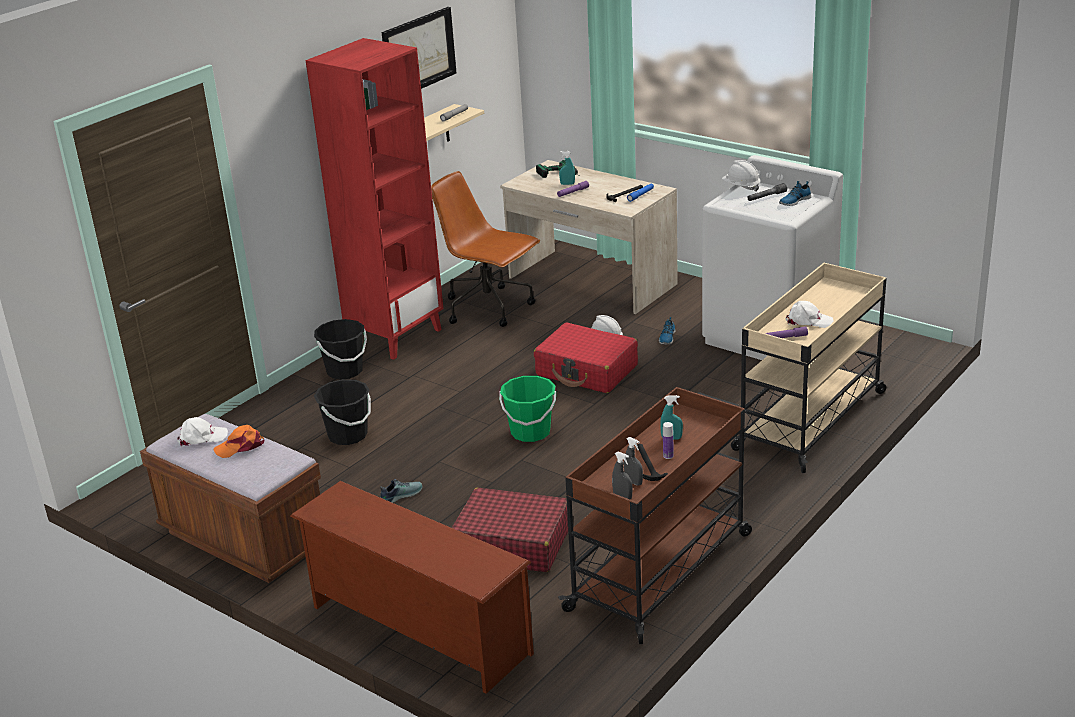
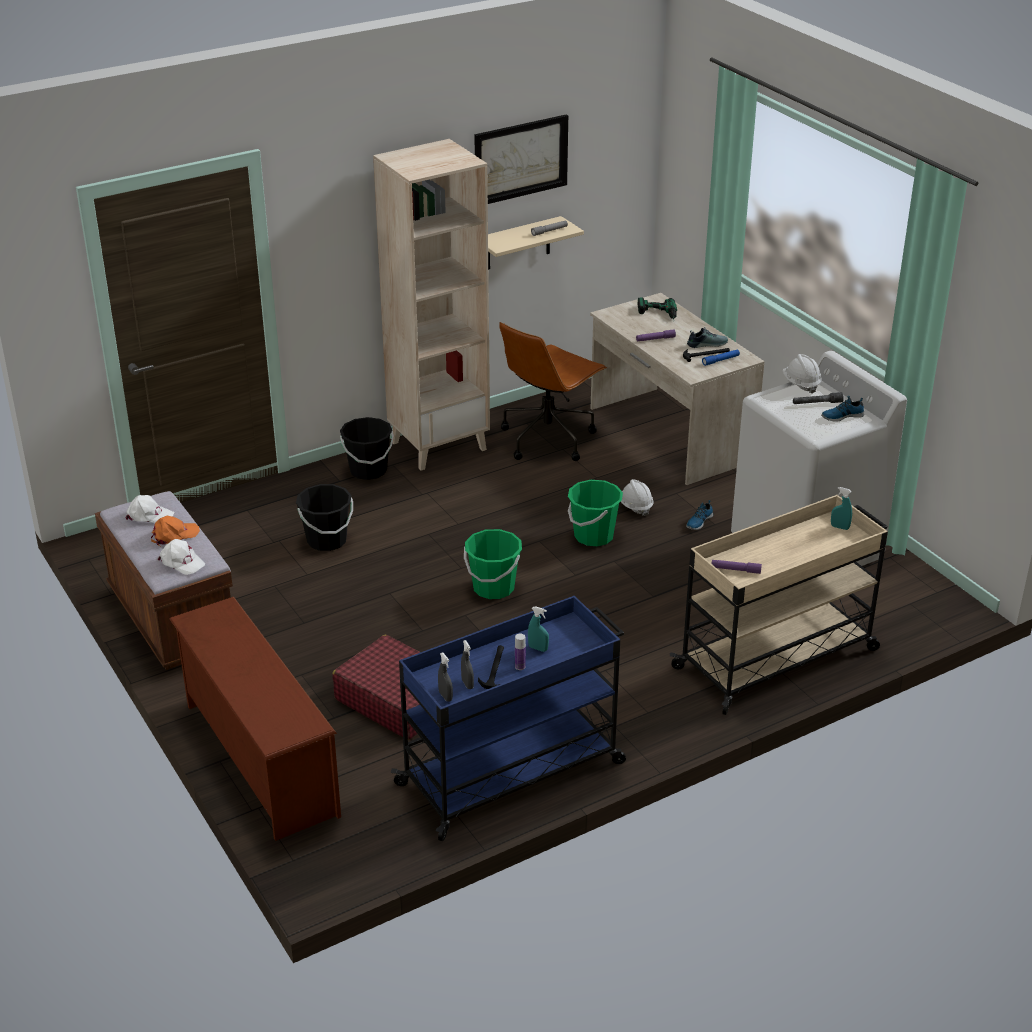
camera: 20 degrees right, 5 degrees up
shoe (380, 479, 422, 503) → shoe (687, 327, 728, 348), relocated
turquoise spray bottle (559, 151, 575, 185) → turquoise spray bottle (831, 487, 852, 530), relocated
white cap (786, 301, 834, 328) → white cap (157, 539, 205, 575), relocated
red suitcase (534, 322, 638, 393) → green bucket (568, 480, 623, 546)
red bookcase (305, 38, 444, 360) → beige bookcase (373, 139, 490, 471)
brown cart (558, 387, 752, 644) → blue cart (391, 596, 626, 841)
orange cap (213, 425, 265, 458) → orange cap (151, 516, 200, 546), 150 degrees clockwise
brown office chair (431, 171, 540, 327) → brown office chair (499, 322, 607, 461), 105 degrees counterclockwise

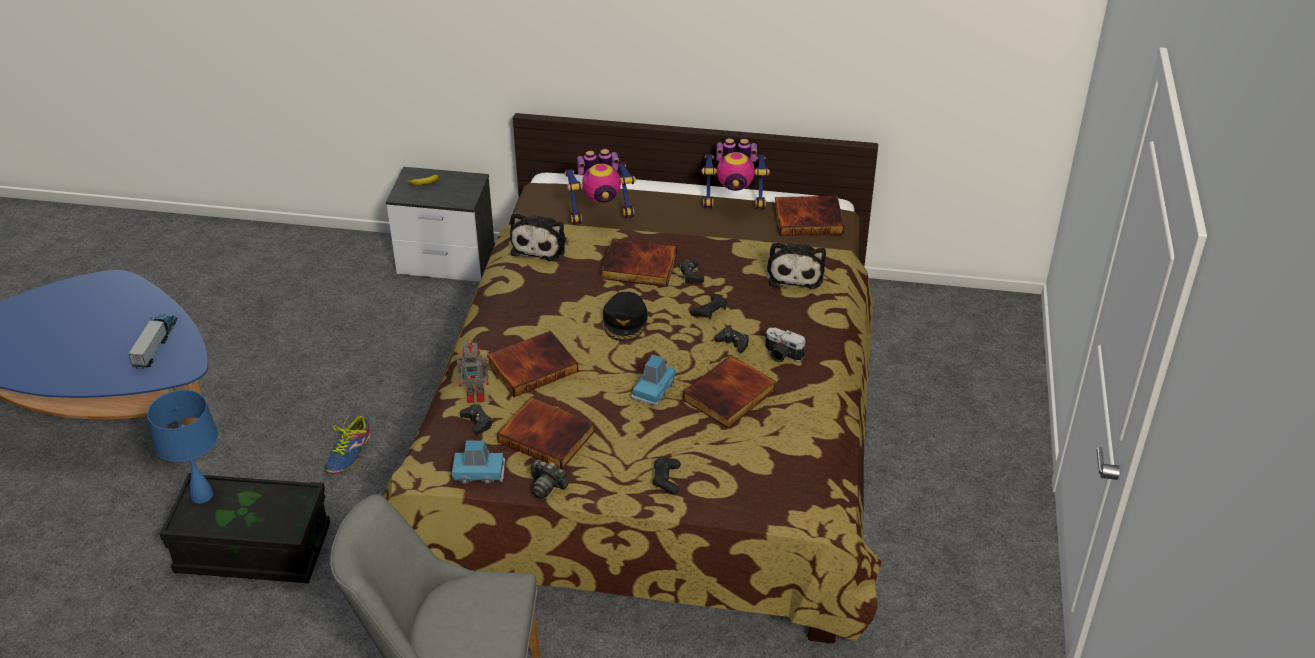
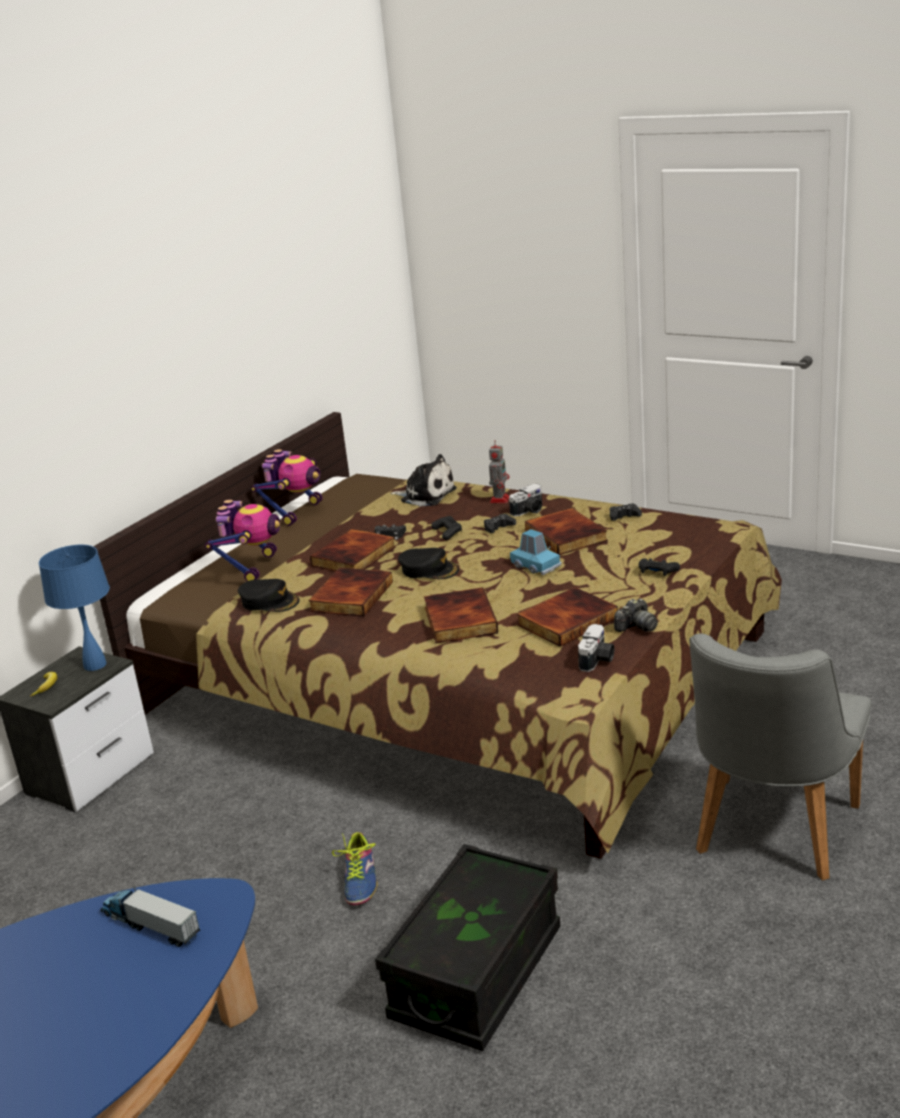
camera: 65 degrees left, 15 degrees down
blue table lamp (147, 390, 218, 504) → blue table lamp (39, 545, 110, 671), relocated
toy robot (457, 339, 491, 403) → toy robot (489, 440, 509, 503), relocated
black game controller (460, 404, 493, 435) → black game controller (610, 503, 642, 521), relocated
book (774, 196, 844, 236) → book (308, 568, 393, 616), relocated
blue toy car (452, 441, 505, 484) → photo camera (578, 624, 615, 672)
plush toy (510, 213, 567, 261) → black cap (238, 579, 299, 612)
shoe (325, 413, 371, 474) → shoe (332, 832, 378, 906), 45 degrees clockwise

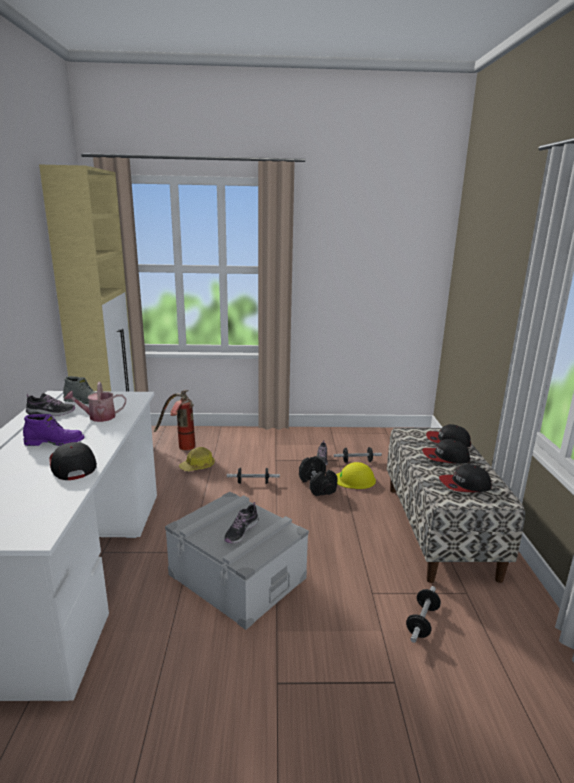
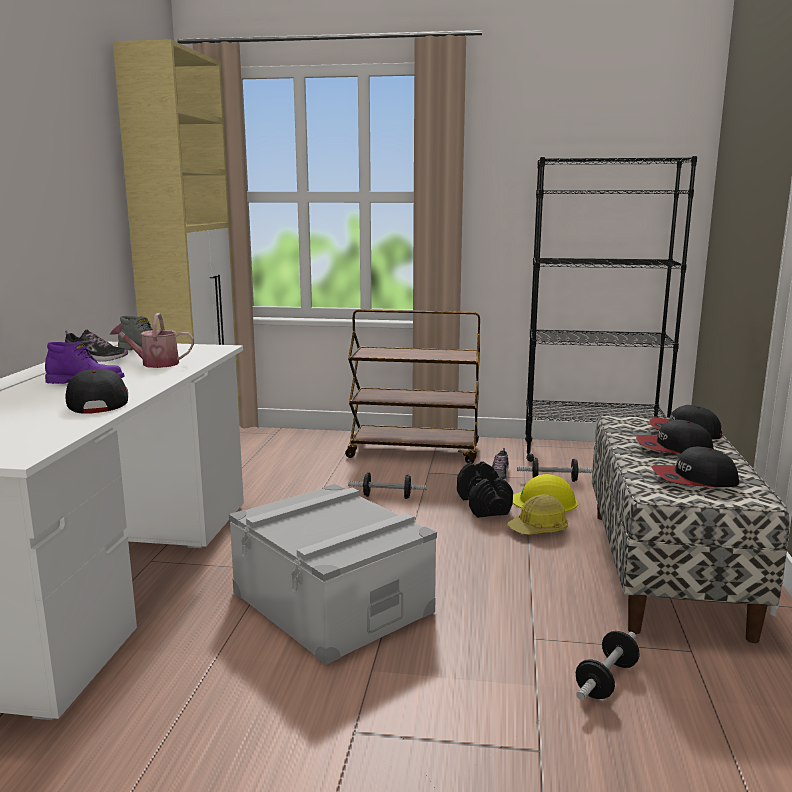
camera: 10 degrees right, 5 degrees down
fire extinguisher (154, 390, 195, 450) → -
shoe (224, 502, 259, 543) → -
- → brown cart (345, 309, 480, 463)
- → black bookcase (525, 156, 697, 462)
hard hat (179, 447, 215, 472) → hard hat (507, 494, 568, 535), relocated

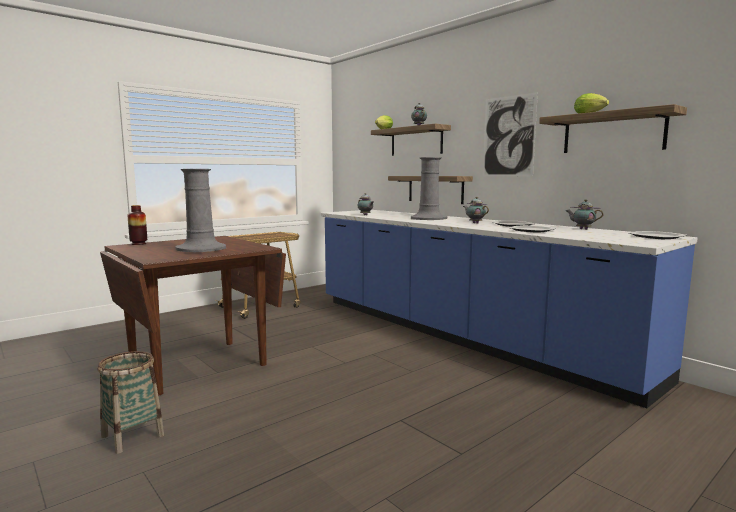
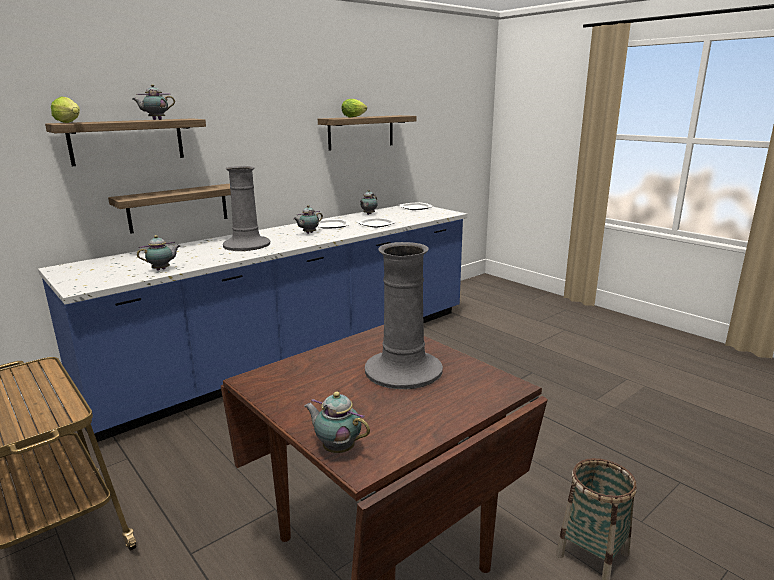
camera: 90 degrees left, 10 degrees up
picture (483, 92, 538, 176) → -
vase (128, 205, 147, 245) → teapot (304, 392, 370, 453)

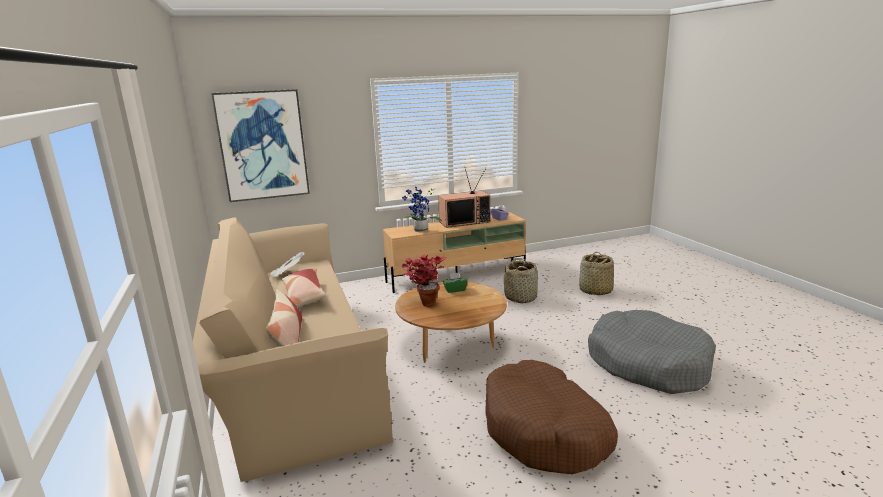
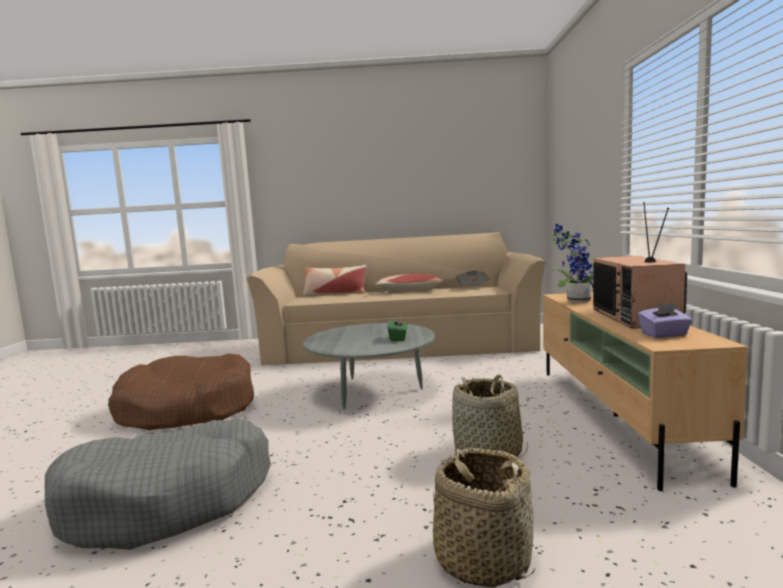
camera: 110 degrees right, 10 degrees down
picture (211, 89, 310, 202) → -
potted plant (402, 255, 446, 307) → -
brown coffee table (395, 282, 507, 363) → grey coffee table (303, 323, 435, 410)

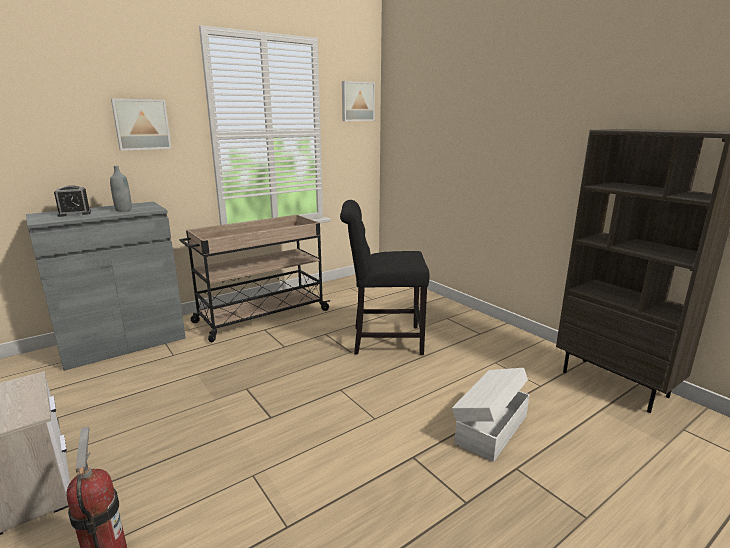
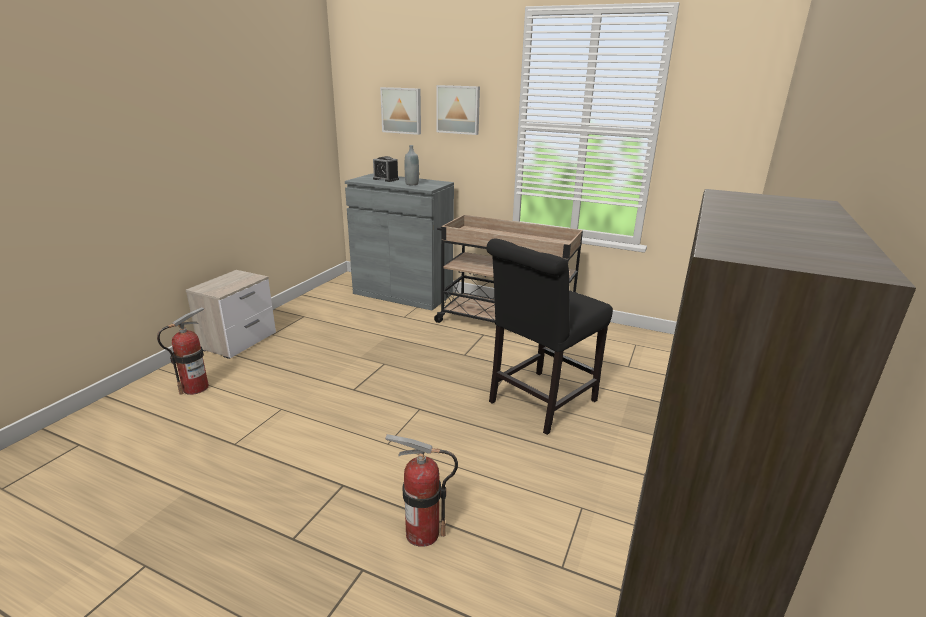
camera: 60 degrees right, 5 degrees up
picture (342, 81, 375, 121) → picture (380, 87, 421, 135), relocated
white storage box (452, 368, 529, 462) → fire extinguisher (385, 434, 458, 547)
black chair (340, 200, 430, 355) → black chair (486, 238, 613, 435), 105 degrees counterclockwise

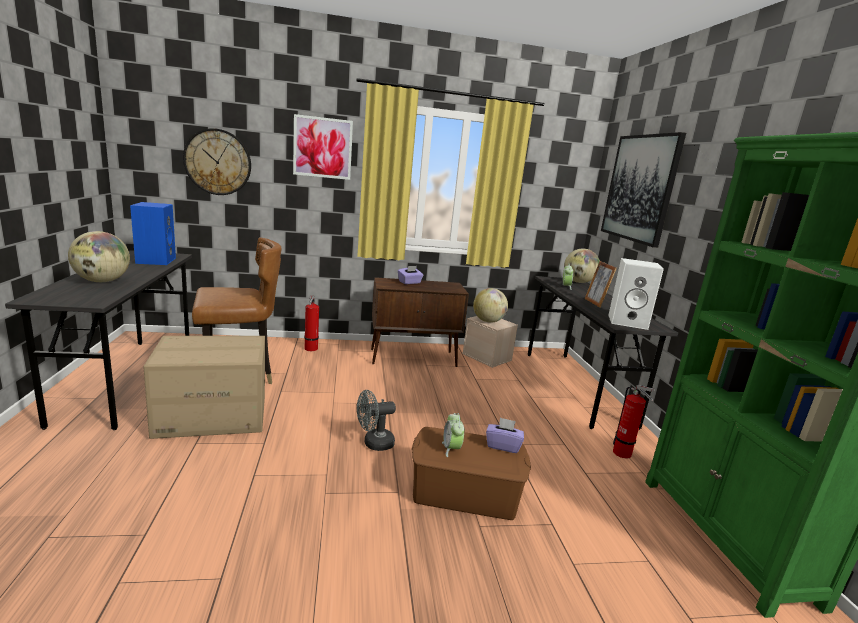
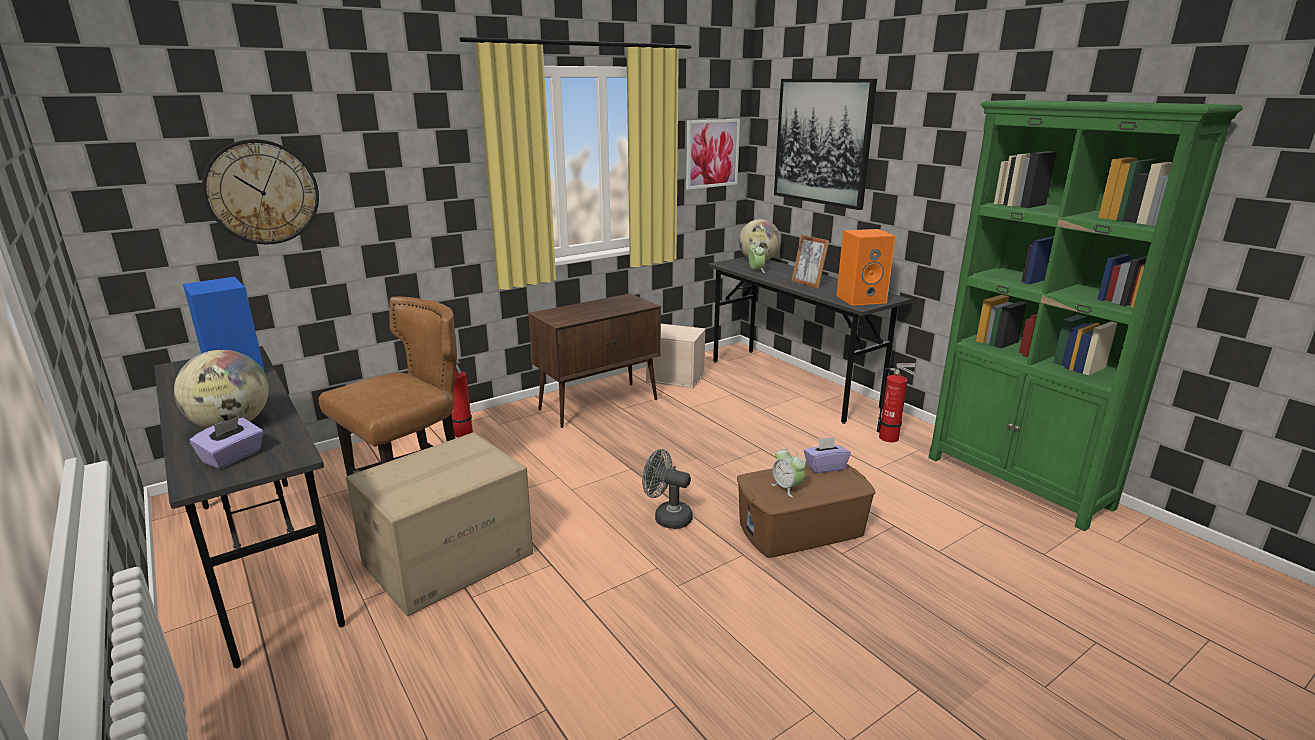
camera: 25 degrees left, 5 degrees up
globe (473, 288, 508, 323) → -
picture (293, 114, 353, 180) → picture (686, 119, 740, 190), relocated
purple tissue box (398, 266, 424, 284) → purple tissue box (190, 416, 263, 469), relocated
white speaker (608, 258, 664, 330) → orange speaker (837, 229, 895, 306)
grey fan (357, 390, 396, 451) → grey fan (642, 449, 693, 529), 75 degrees clockwise

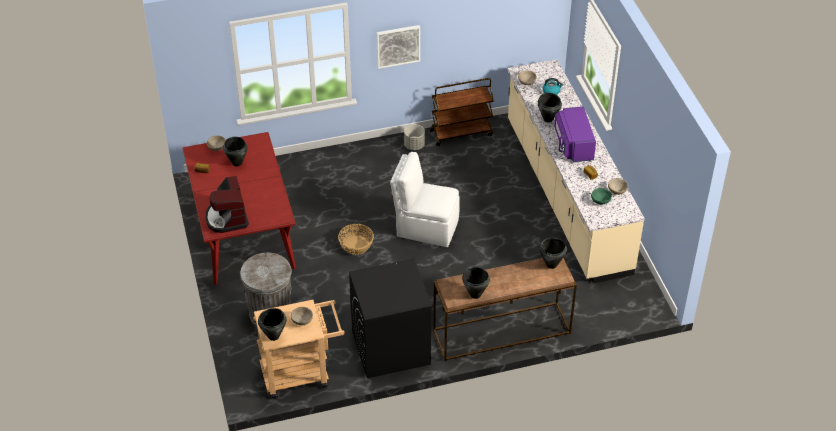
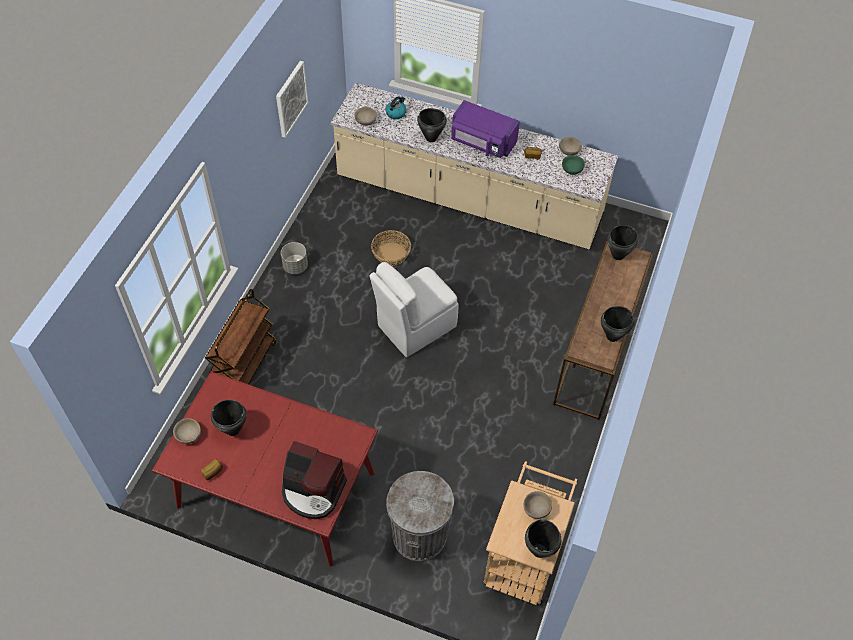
camera: 55 degrees left, 10 degrees up
black washing machine (349, 259, 432, 378) → -
basket (338, 224, 374, 255) → basket (371, 230, 411, 266), relocated
picture (377, 25, 420, 69) → picture (276, 61, 308, 138), relocated
brown cart (430, 78, 494, 146) → brown cart (205, 289, 276, 384), relocated

